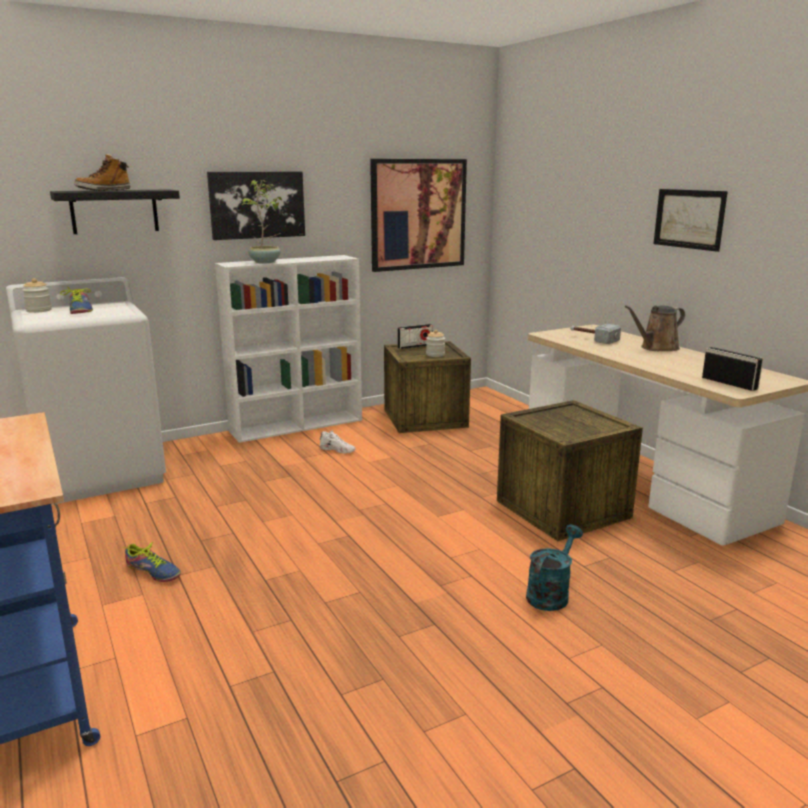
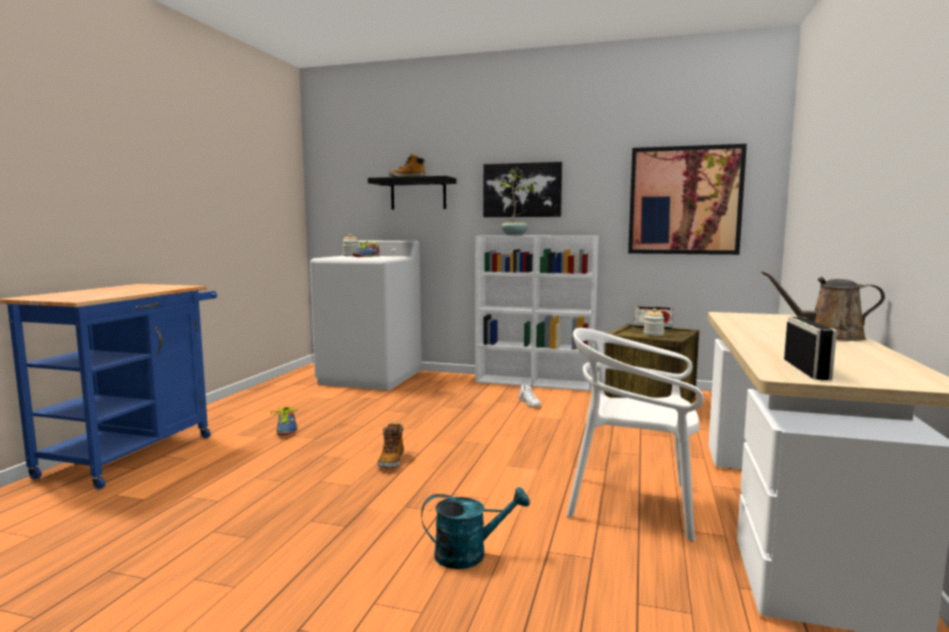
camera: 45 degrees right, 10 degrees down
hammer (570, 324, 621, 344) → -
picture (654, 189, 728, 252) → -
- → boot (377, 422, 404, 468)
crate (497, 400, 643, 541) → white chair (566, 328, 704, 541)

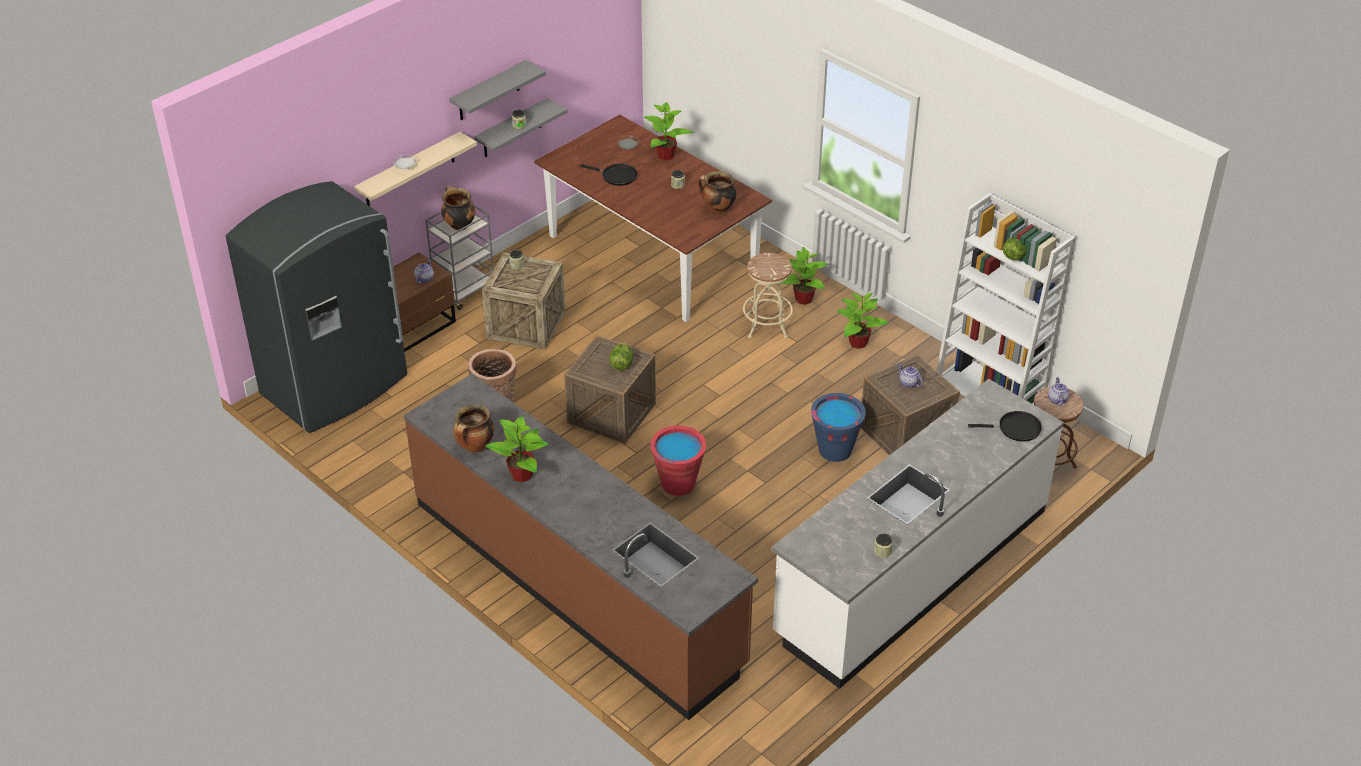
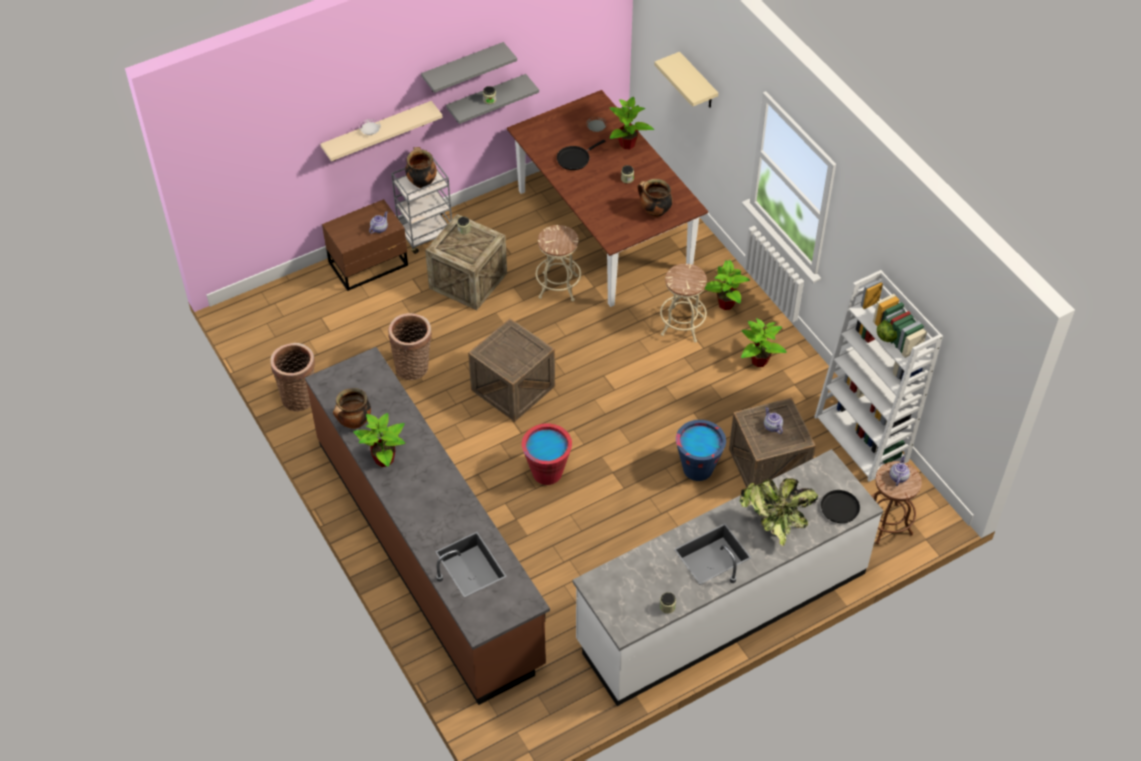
camera: 15 degrees right, 10 degrees up
grey fridge (226, 181, 407, 433) → -
lettuce (609, 343, 633, 370) → -
- → basket (270, 343, 315, 412)
- → beige stool (536, 225, 581, 302)
- → beige shelf (654, 52, 718, 108)
- → potted plant (740, 478, 818, 546)
black frying pan (580, 164, 637, 186) → black frying pan (557, 140, 605, 170), 105 degrees clockwise

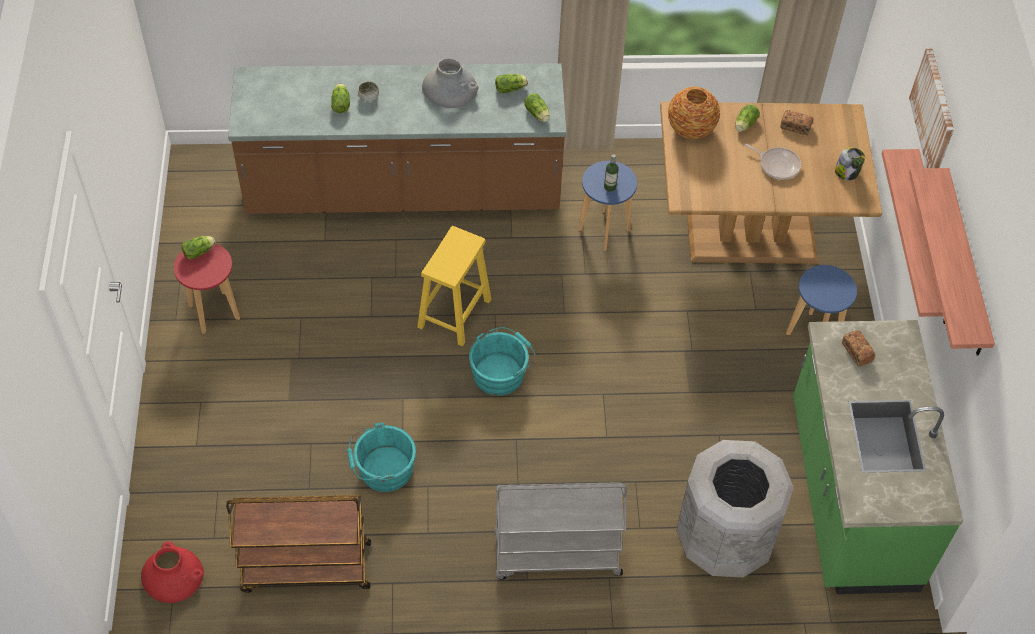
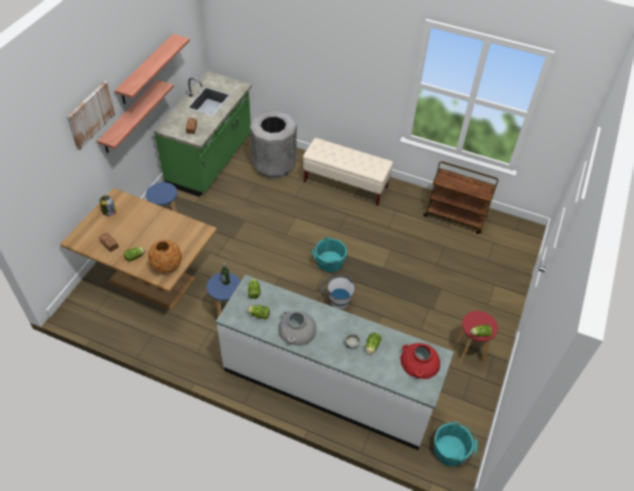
camera: 155 degrees left, 5 degrees down
frying pan (745, 144, 801, 180) → -
red vase (141, 541, 204, 603) → red vase (400, 343, 440, 379), relocated
turquoise bucket (347, 422, 416, 492) → turquoise bucket (434, 421, 478, 466), relocated
yellow stool (417, 226, 492, 346) → white bucket (320, 275, 356, 309)
grey cart (494, 482, 627, 579) → beige bench (303, 138, 393, 206)
brown counter (228, 63, 567, 214) → white counter (216, 275, 454, 450)

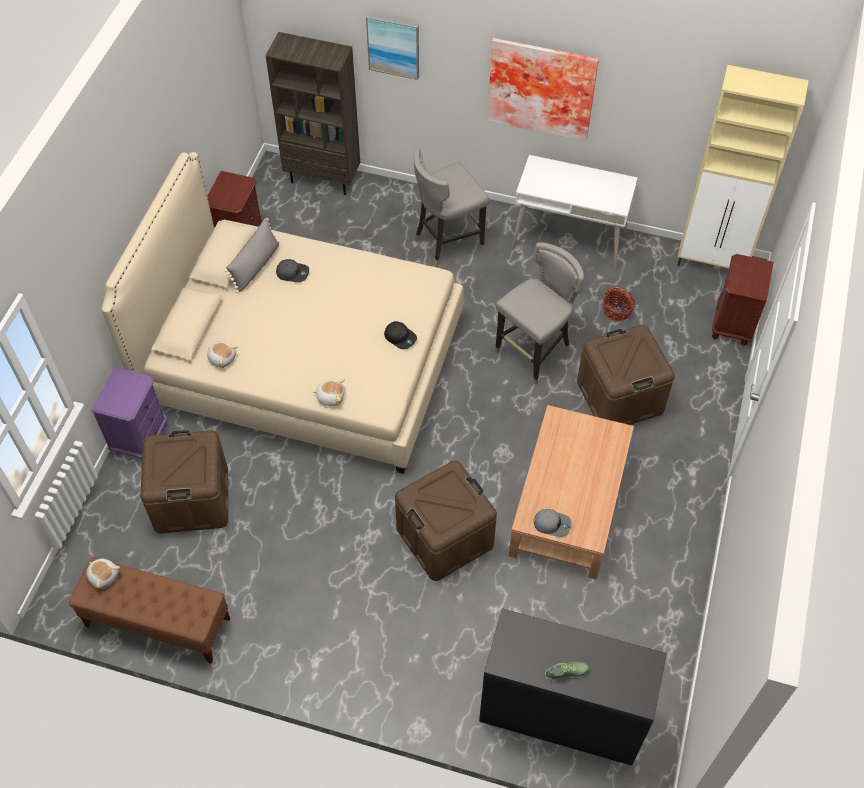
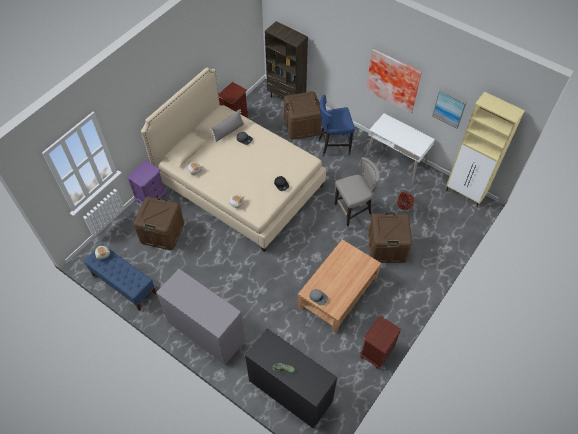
camera: 20 degrees right, 0 degrees up
- → grey dresser (156, 269, 245, 365)
picture (366, 15, 419, 80) → picture (432, 90, 467, 128), relocated
brown storage box (395, 461, 497, 581) → brown storage box (284, 91, 322, 140), relocated
brown nightstand (712, 254, 774, 346) → brown nightstand (360, 317, 401, 369), relocated
brown bench (69, 557, 230, 664) → blue bench (84, 244, 156, 311)
grey stool (414, 148, 490, 267) → blue stool (318, 95, 355, 157)

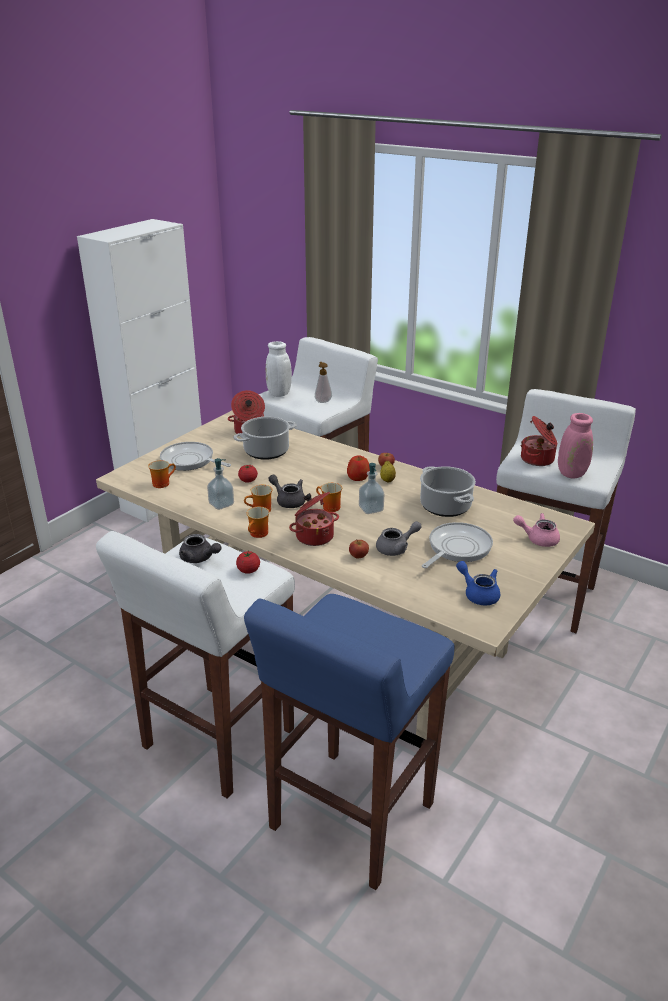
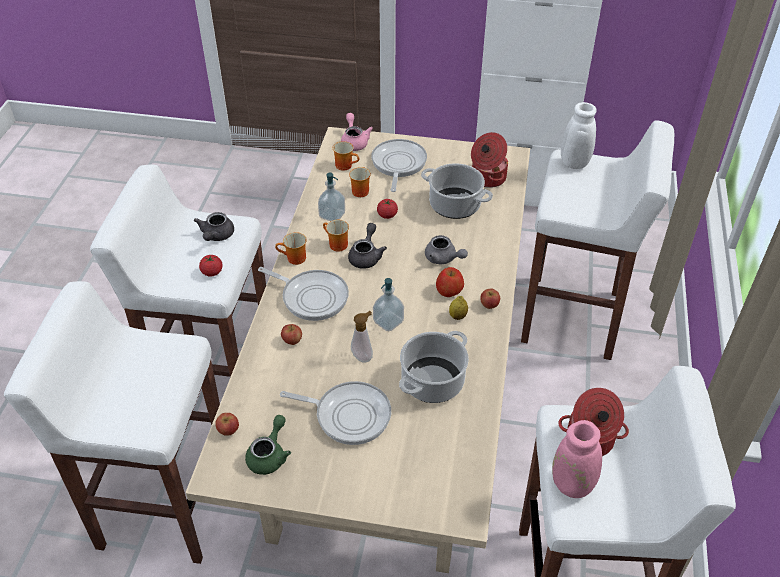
camera: 65 degrees right, 15 degrees up
- → apple (215, 413, 239, 436)
soap dispenser (315, 362, 332, 403) → soap dispenser (351, 311, 373, 363), relocated
mug (316, 483, 342, 512) → mug (349, 167, 371, 197), relocated
grey teapot (376, 521, 422, 556) → grey teapot (425, 235, 468, 264), relocated
pink teapot (513, 513, 560, 547) → pink teapot (341, 113, 373, 151), relocated
cooking pot (289, 492, 339, 546) → frying pan (258, 267, 349, 321)
blue stool (244, 594, 455, 890) → white stool (4, 281, 220, 564)
blue teapot (456, 561, 500, 605) → green teapot (245, 415, 291, 475)

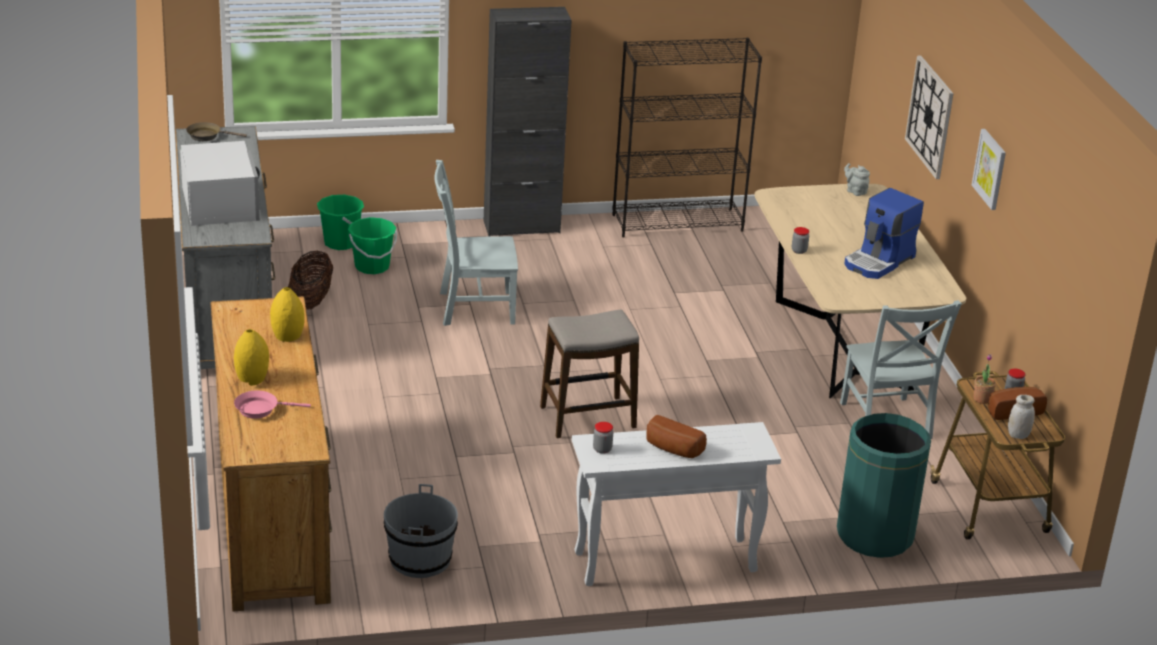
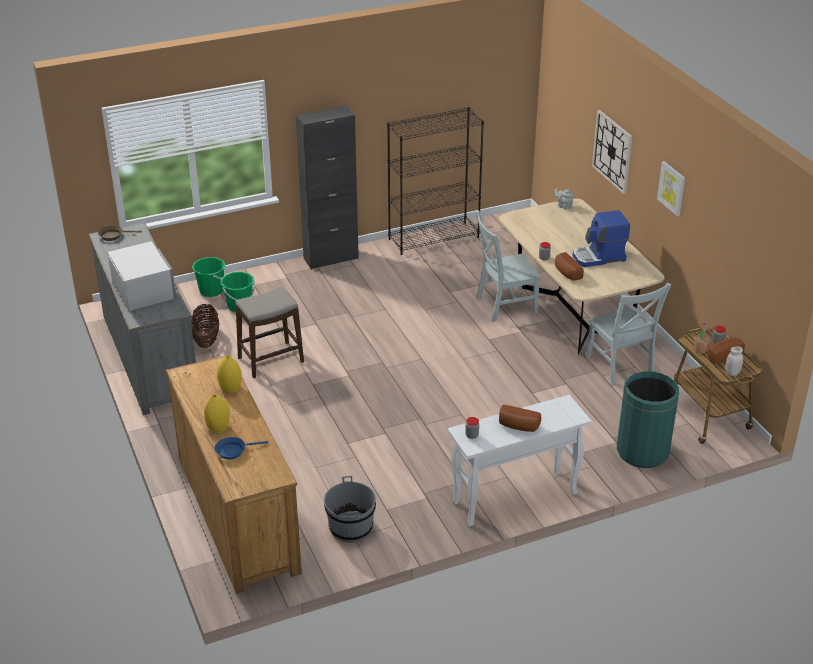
camera: 10 degrees left, 5 degrees up
- → bread (555, 252, 584, 280)
grey chair (435, 160, 518, 326) → grey chair (475, 211, 541, 322), relocated
stool (540, 309, 639, 438) → stool (235, 287, 304, 378), relocated
pink frying pan (234, 391, 311, 419) → blue frying pan (215, 437, 268, 460)
coffee machine (844, 188, 924, 279) → coffee machine (573, 210, 630, 267), 45 degrees clockwise

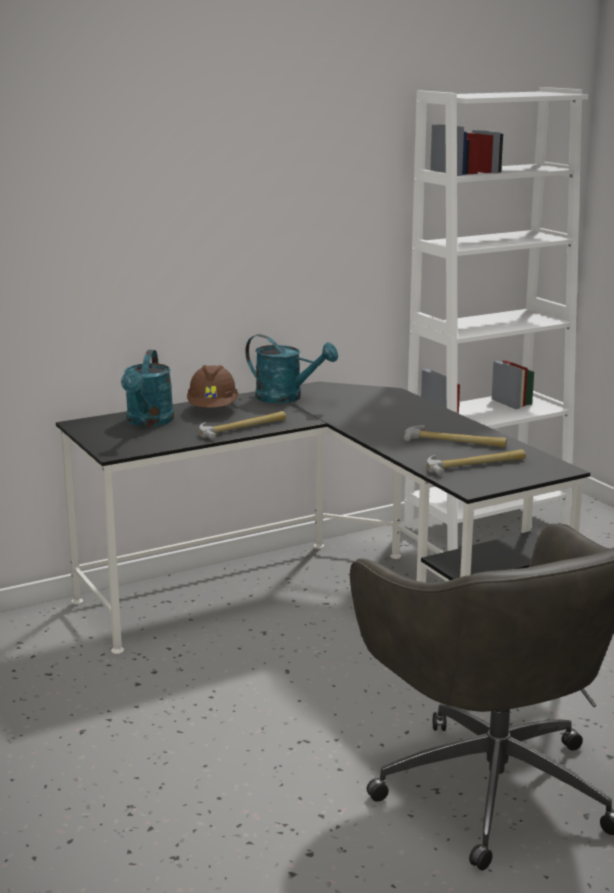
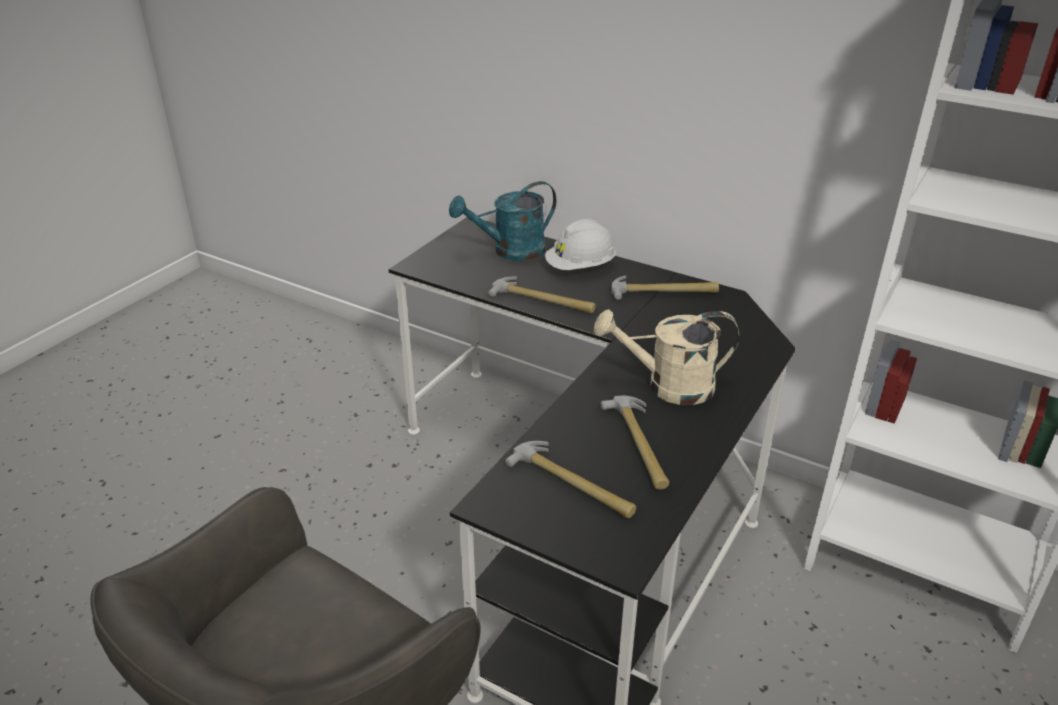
camera: 60 degrees right, 15 degrees up
- → beige watering can (594, 309, 739, 405)
turquoise watering can (245, 334, 338, 403) → hammer (611, 276, 719, 300)
brown hard hat (187, 365, 239, 408) → white hard hat (545, 219, 616, 270)

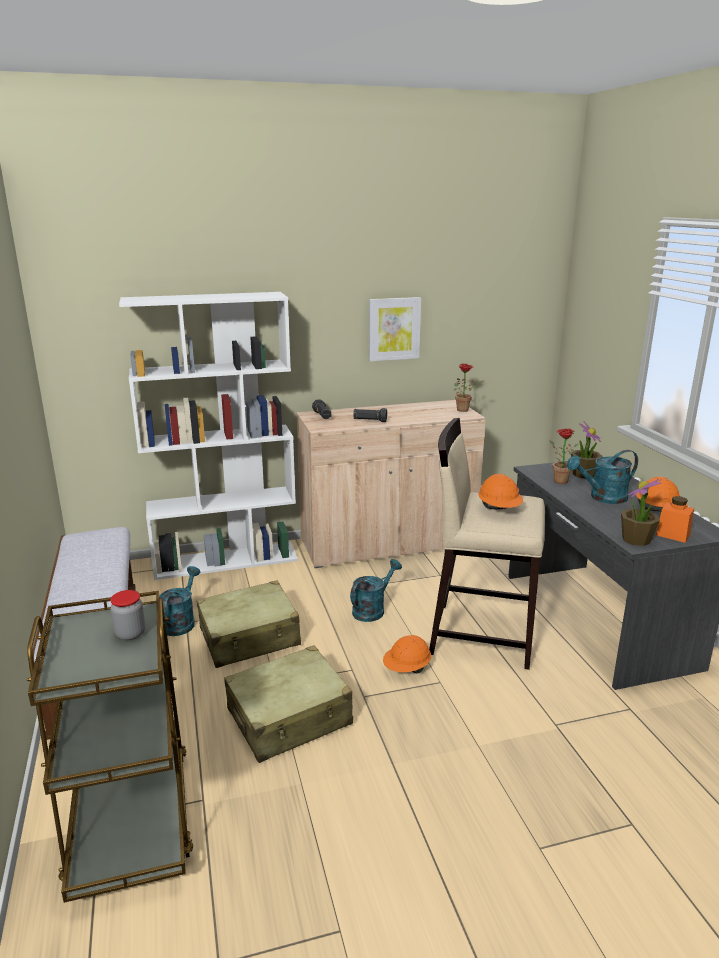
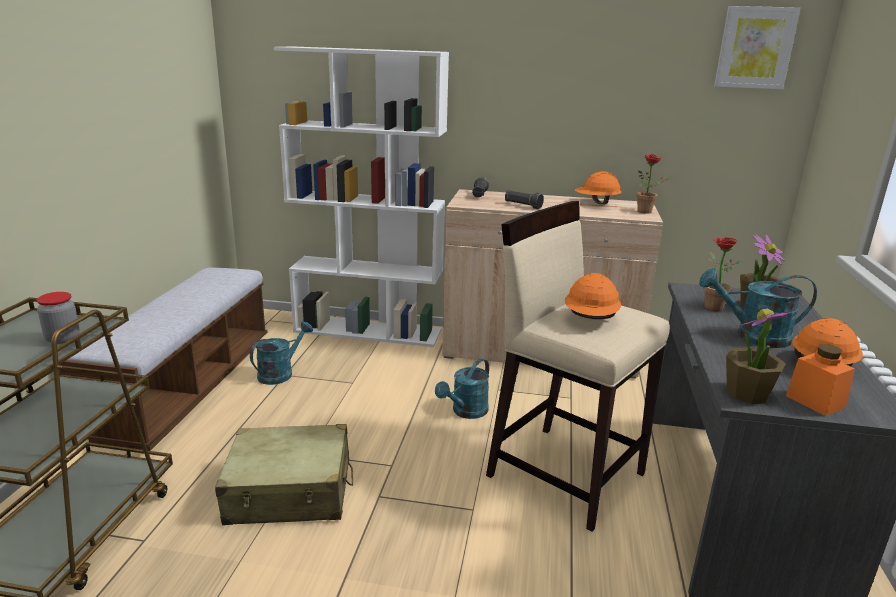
camera: 25 degrees right, 0 degrees up
beige suitcase (197, 580, 301, 668) → -
picture (369, 297, 421, 361) → picture (714, 6, 800, 89), relocated
orange hard hat (383, 635, 431, 674) → orange hard hat (575, 171, 622, 204), relocated
turquoise watering can (350, 559, 402, 622) → turquoise watering can (435, 358, 489, 419), 150 degrees clockwise

